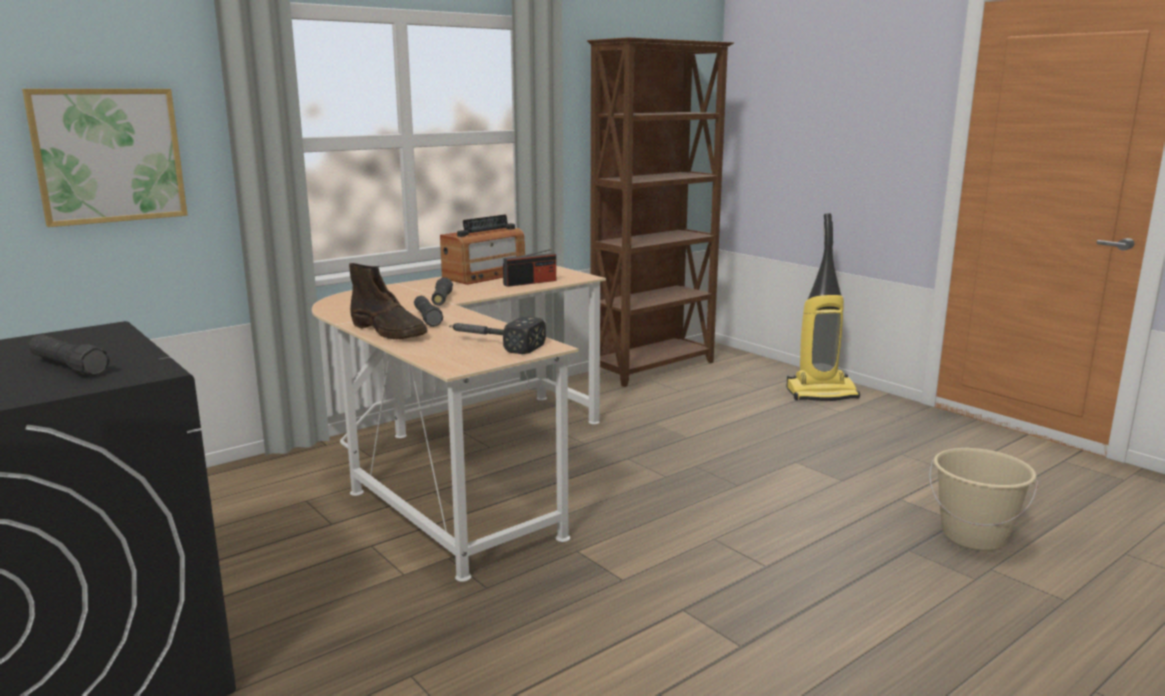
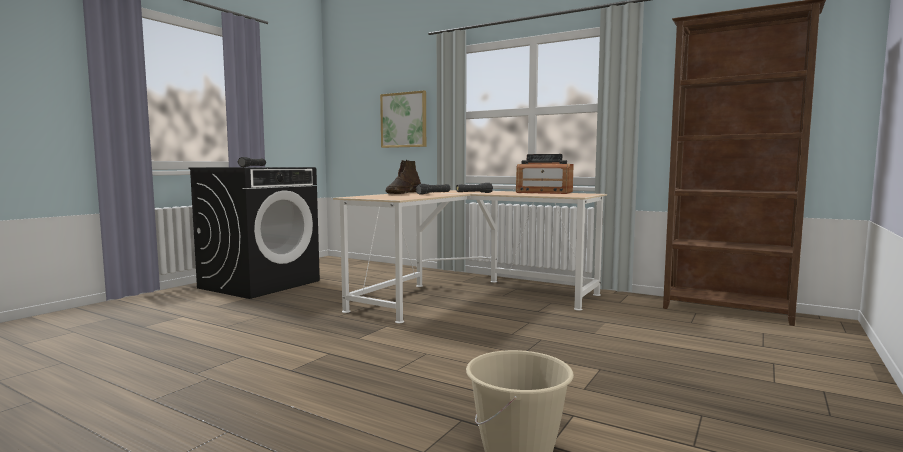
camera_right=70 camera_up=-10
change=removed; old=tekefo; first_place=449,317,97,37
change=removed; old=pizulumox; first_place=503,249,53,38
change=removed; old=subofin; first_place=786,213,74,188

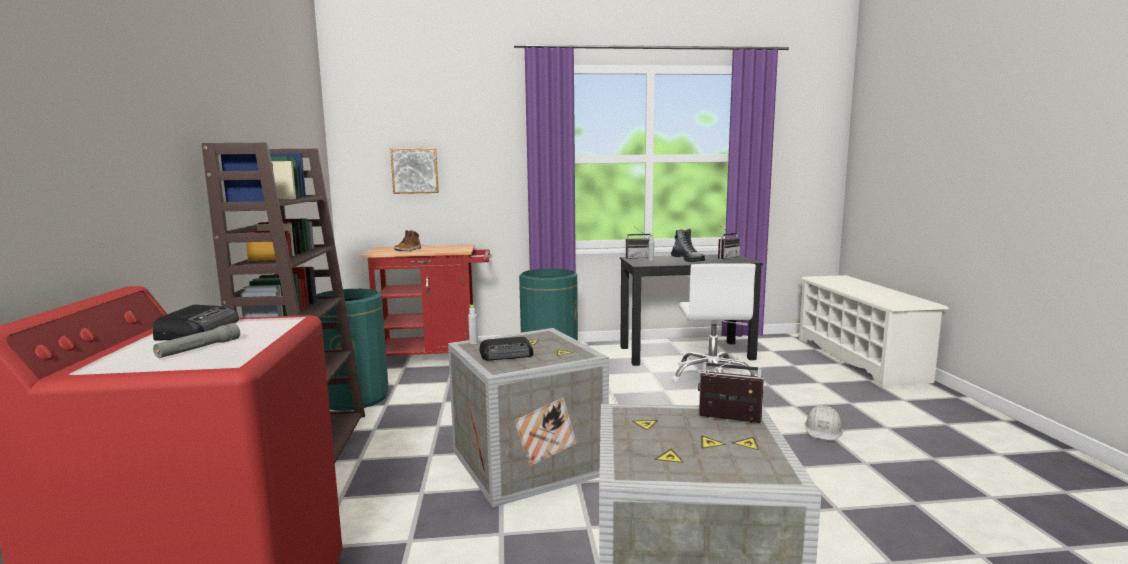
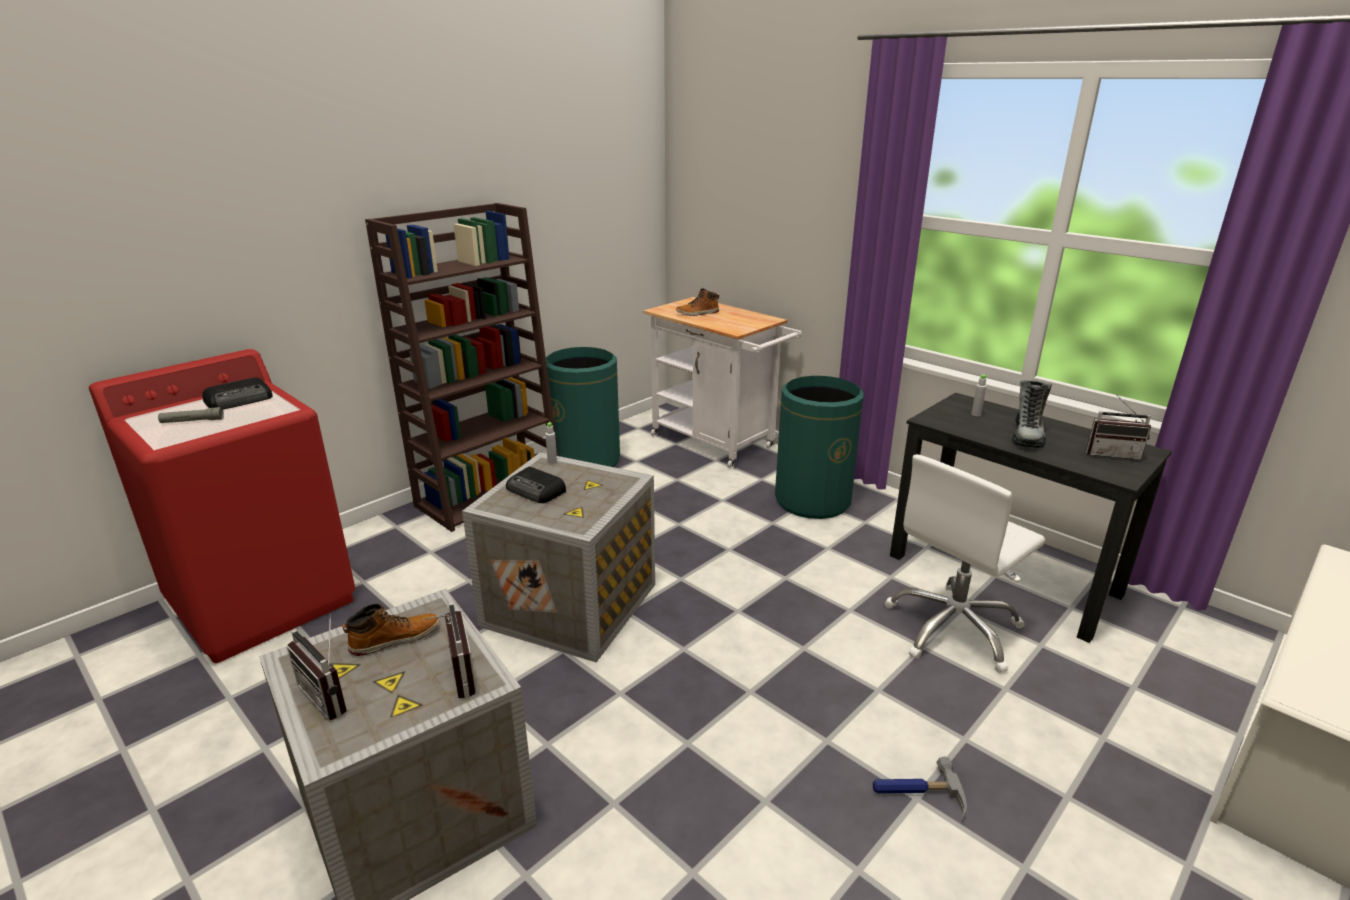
camera_right=50 camera_up=15
change=removed; old=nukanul; first_place=390,148,49,46
change=added; new=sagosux; second_place=342,603,97,53
change=moved; old=pizulumox; first_place=626,227,25,32; second_place=287,613,60,107
change=replaced; old=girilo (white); new=tekefo; first_place=804,405,39,36; second_place=873,757,94,64
change=recoloured; old=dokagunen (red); new=dokagunen (white); first_place=361,244,129,112; second_place=643,297,159,171

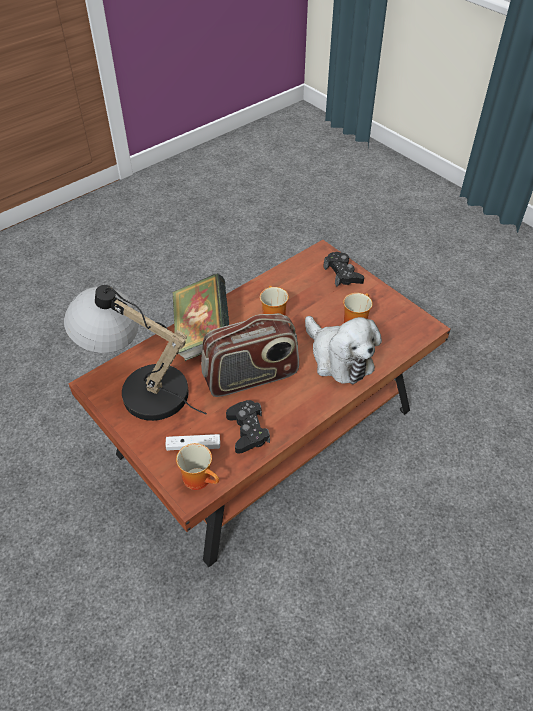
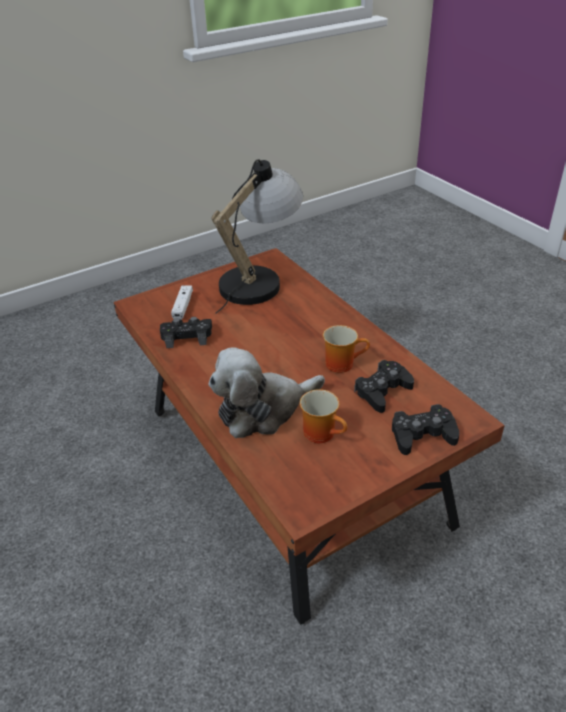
camera_right=100 camera_up=-10
change=removed; old=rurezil; first_place=172,273,57,88
change=removed; old=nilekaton; first_place=176,443,43,47
change=removed; old=pizulumox; first_place=201,313,98,84
change=added; new=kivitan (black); second_place=354,360,60,53

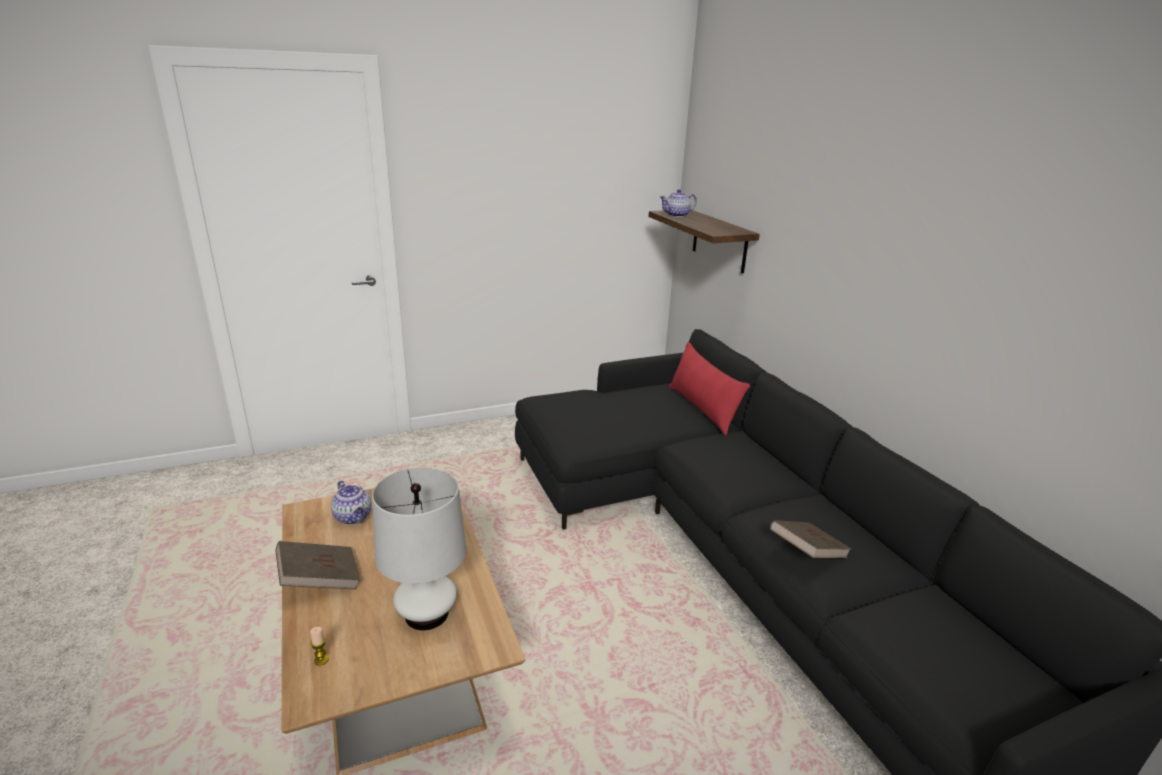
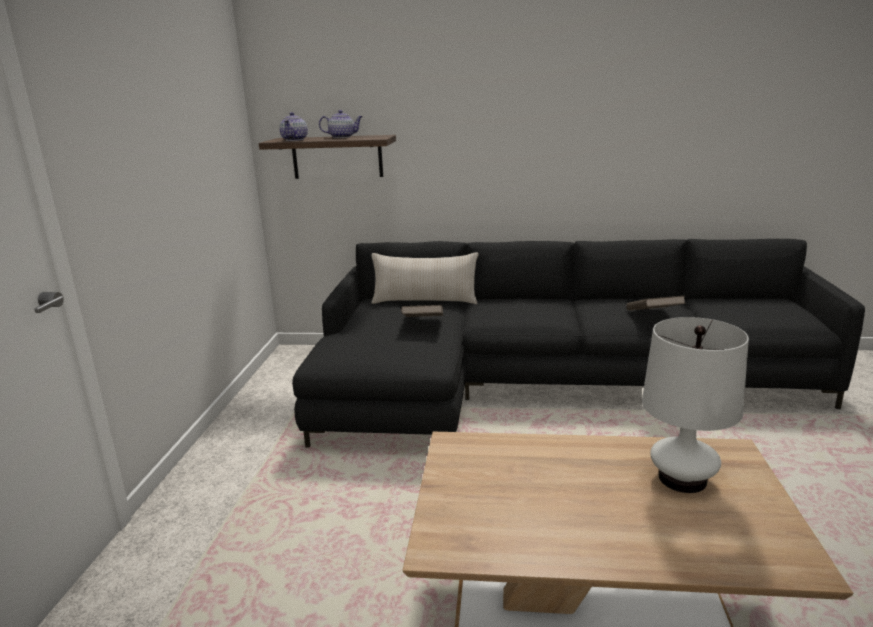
camera_right=-60 camera_up=-5
change=removed; old=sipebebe; first_place=310,627,19,39
change=moved; old=rurezil (brown); first_place=275,541,85,48; second_place=401,305,43,12
change=moved; old=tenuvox; first_place=331,481,41,44; second_place=319,110,44,28
change=recoloured; old=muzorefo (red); new=muzorefo (beige); first_place=669,342,81,94; second_place=372,252,106,52

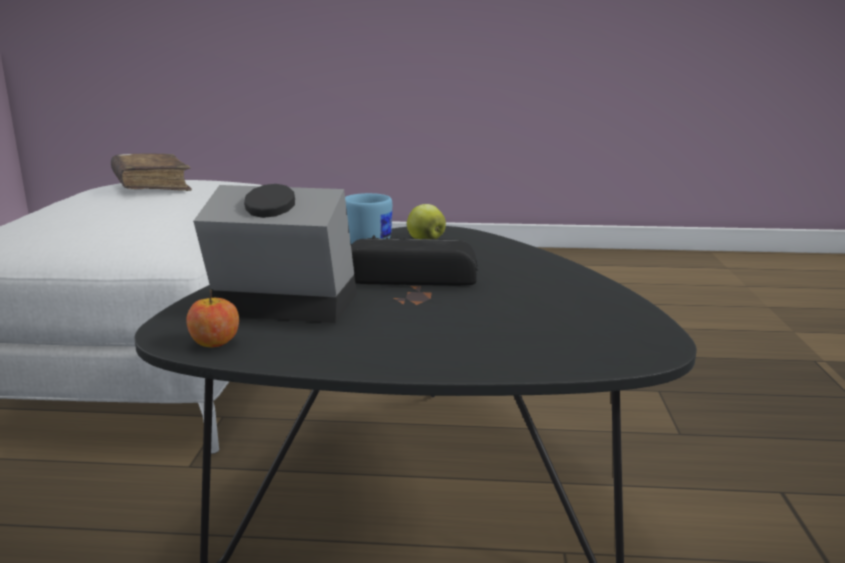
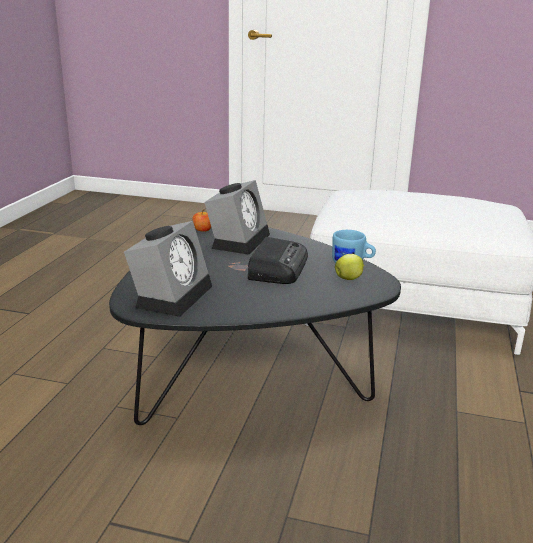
camera_right=100 camera_up=5
change=removed; old=rurezil (brown); first_place=111,153,81,38
change=added; new=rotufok; second_place=124,221,88,96

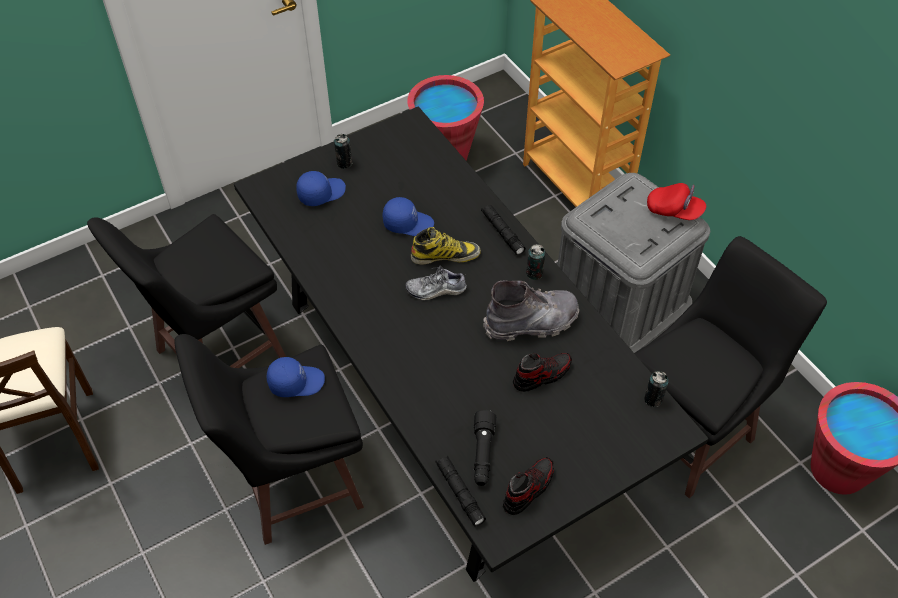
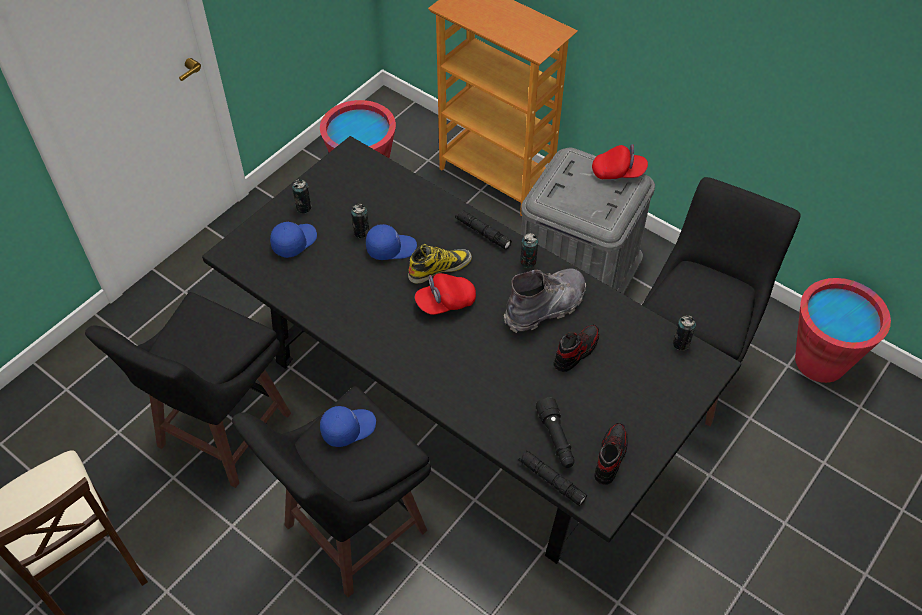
camera_right=-20 camera_up=0
change=added; new=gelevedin; second_place=351,204,18,34
change=replaced; old=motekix; new=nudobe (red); first_place=405,266,62,34; second_place=415,273,61,42

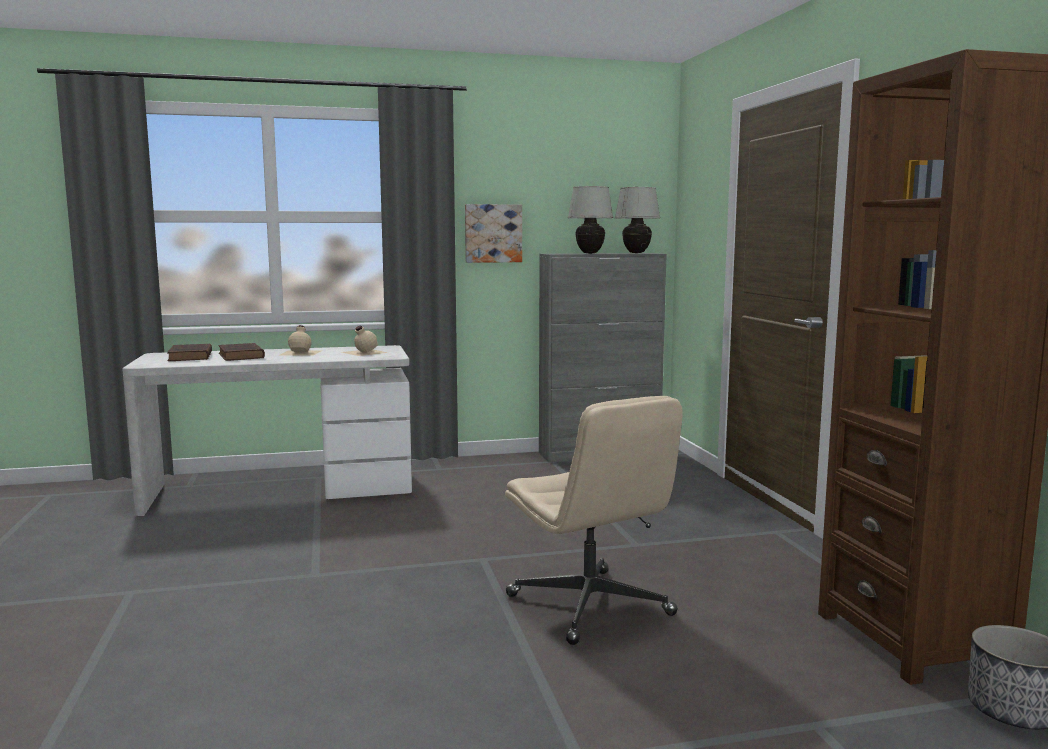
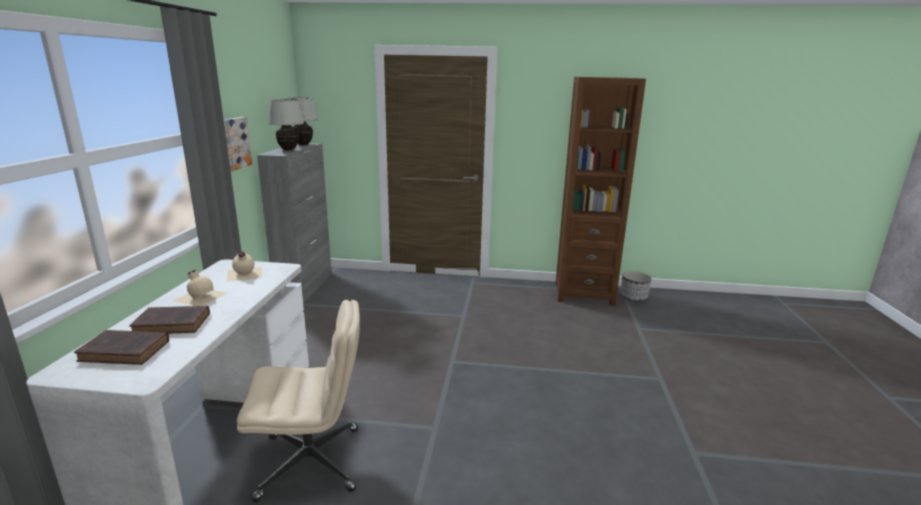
camera_right=-70 camera_up=10
change=moved; old=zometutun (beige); first_place=505,396,178,249; second_place=237,300,123,202

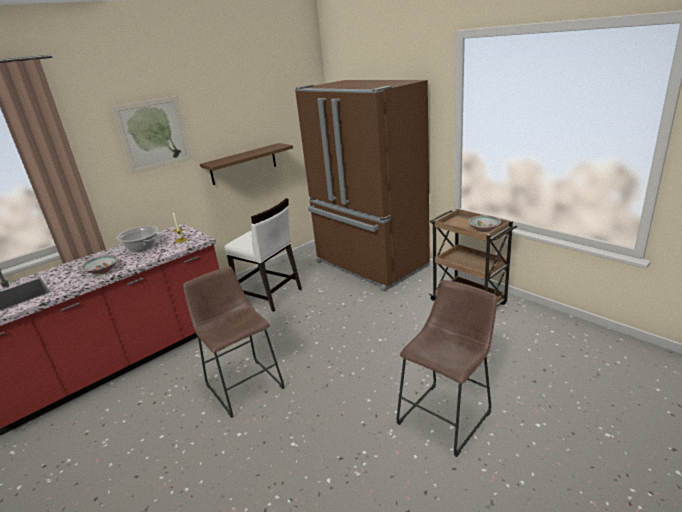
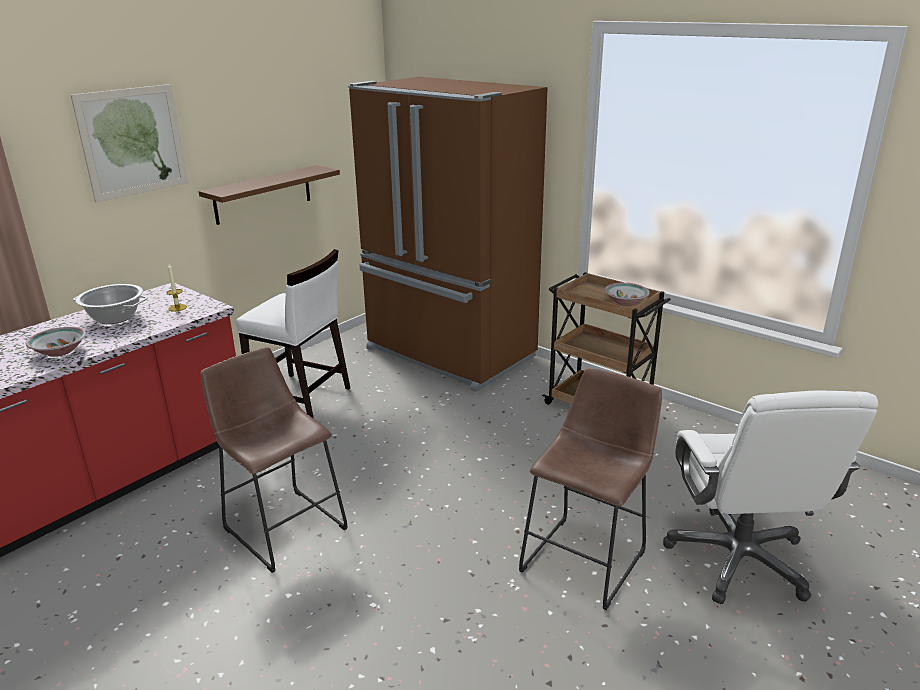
camera_right=-10 camera_up=0
change=added; new=zometutun (white); second_place=663,391,215,213

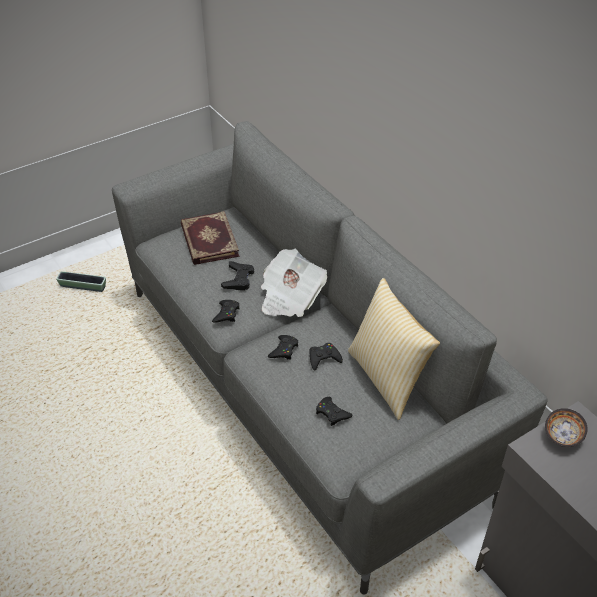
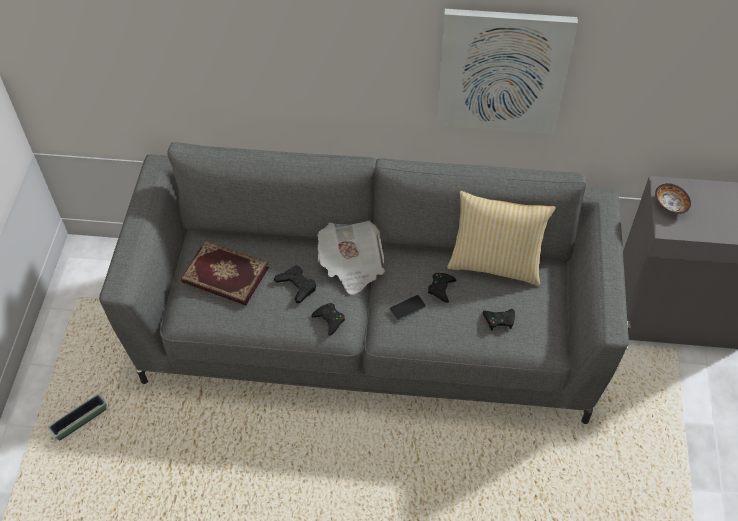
camera_right=-50 camera_up=10
change=added; new=nukanul; second_place=437,9,141,125
change=replaced; old=kivitan (black); new=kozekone; first_place=268,335,30,25; second_place=390,295,36,25

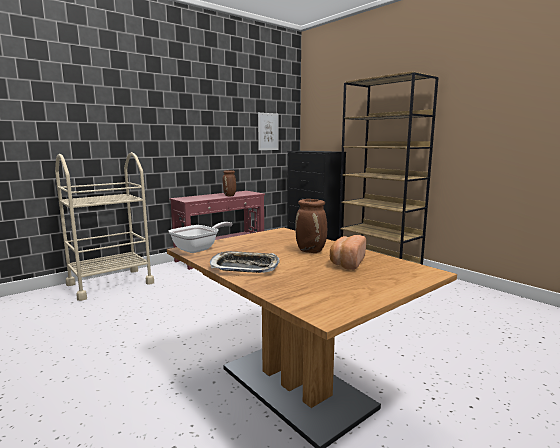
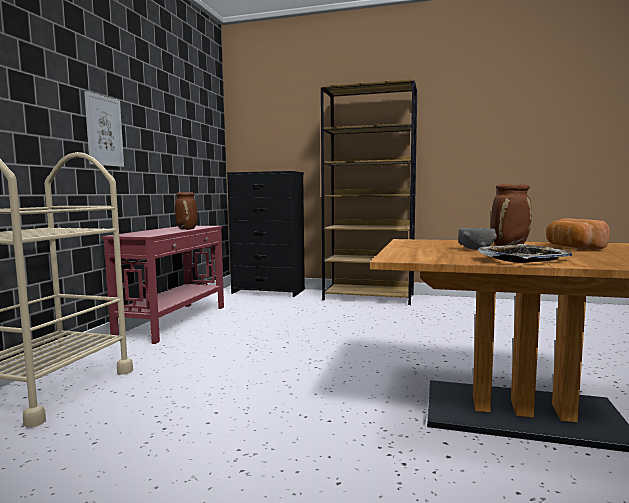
camera_right=-35 camera_up=-5
change=removed; old=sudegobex; first_place=169,222,64,31
change=added; new=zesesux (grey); second_place=458,228,39,22
change=moved; old=nukanul; first_place=258,113,21,37; second_place=84,91,40,76

